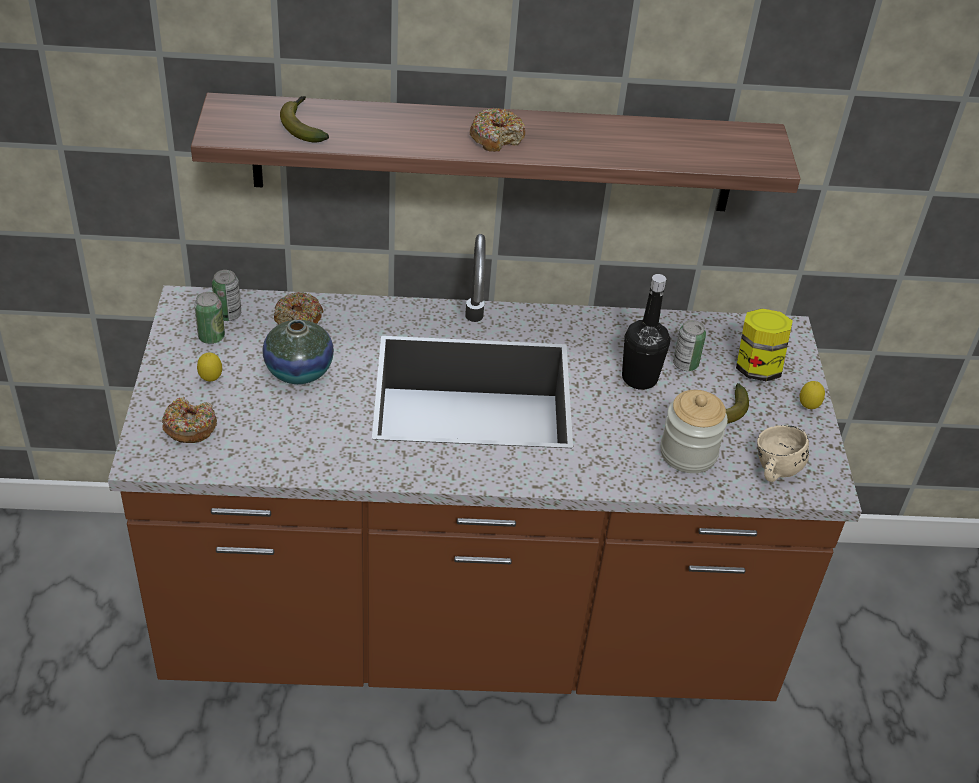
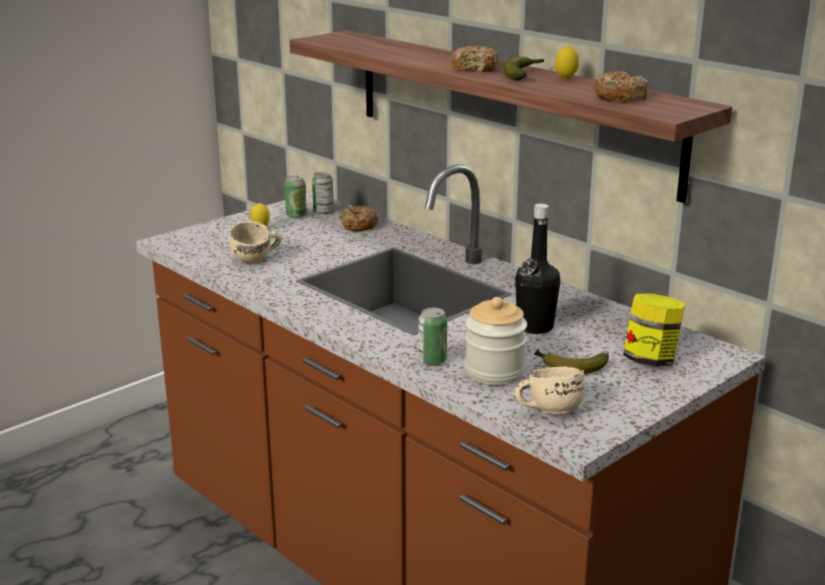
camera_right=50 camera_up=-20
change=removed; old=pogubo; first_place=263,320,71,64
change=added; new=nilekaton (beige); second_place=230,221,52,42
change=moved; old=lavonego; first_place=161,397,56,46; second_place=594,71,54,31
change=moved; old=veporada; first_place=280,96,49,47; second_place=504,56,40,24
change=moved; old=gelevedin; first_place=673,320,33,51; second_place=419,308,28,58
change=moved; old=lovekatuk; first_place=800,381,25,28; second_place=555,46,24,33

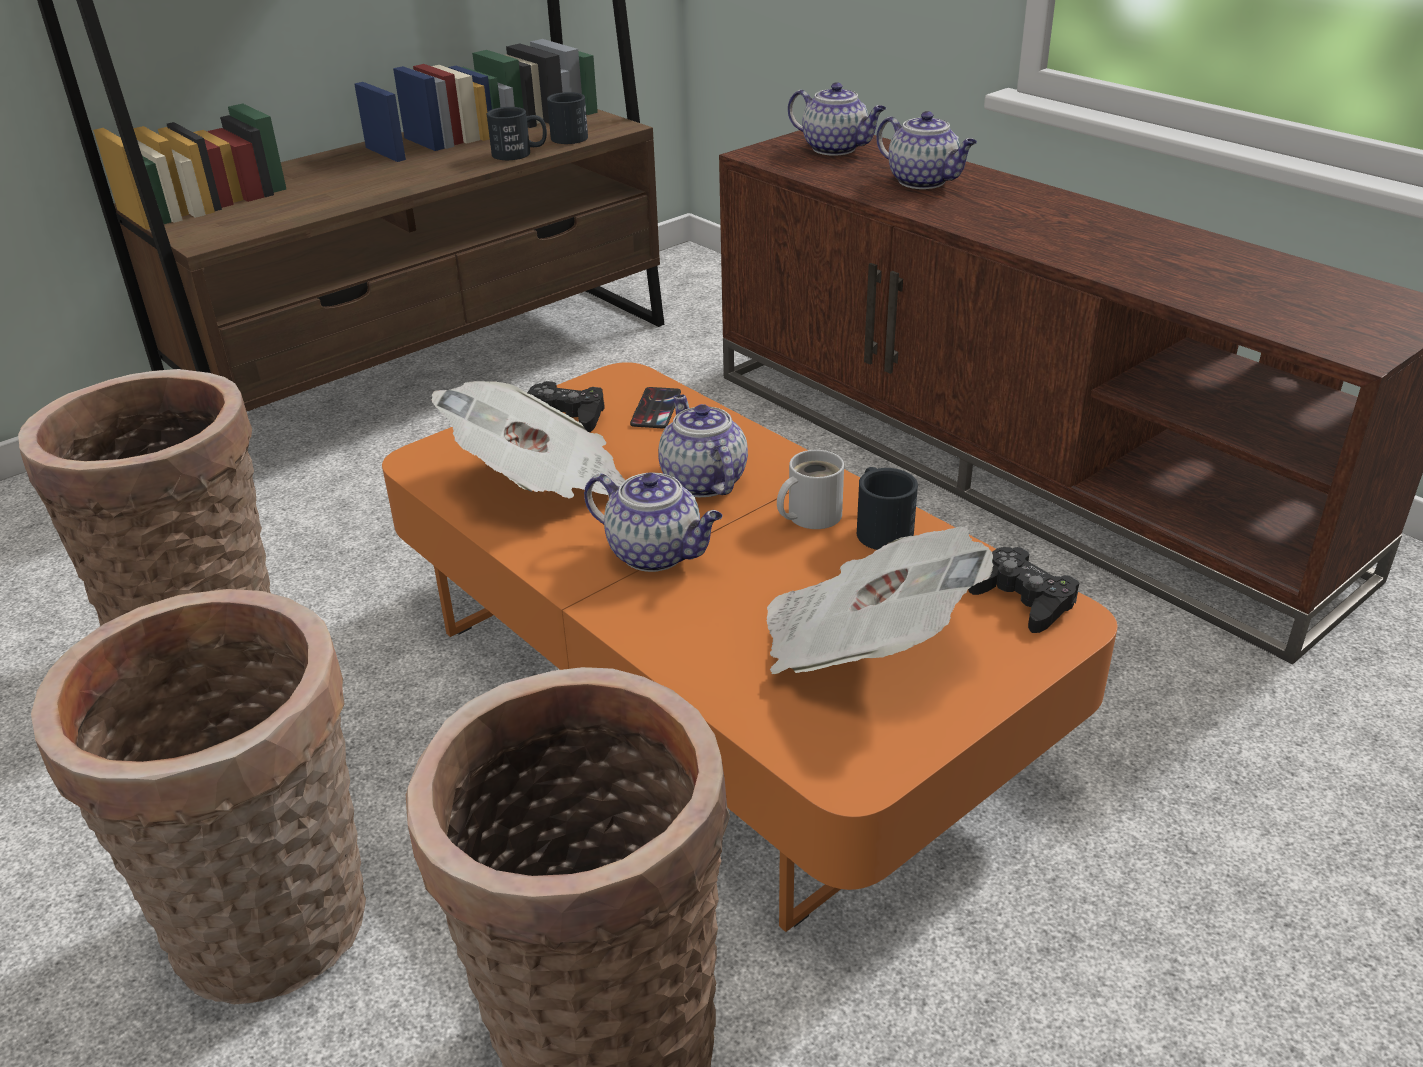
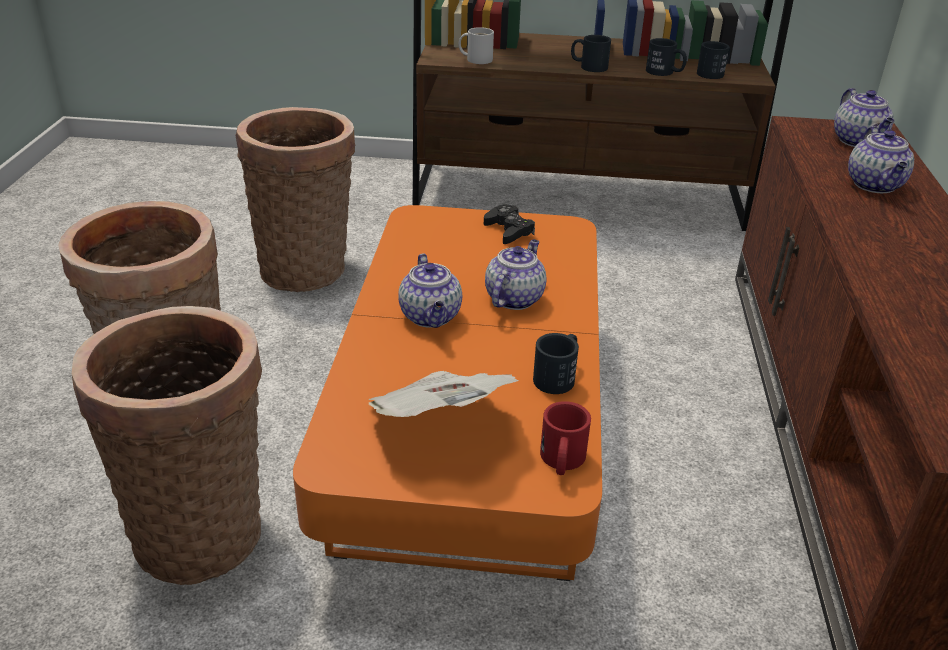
camera_right=45 camera_up=0
change=removed; old=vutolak; first_place=431,381,194,117
change=removed; old=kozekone; first_place=630,387,51,41
change=added; new=nilekaton (black); second_place=571,35,40,37
change=moved; old=nilekaton (white); first_place=777,450,67,79; second_place=459,27,35,37
change=replaced; old=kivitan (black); new=nilekaton (red); first_place=968,547,111,86; second_place=540,401,51,74

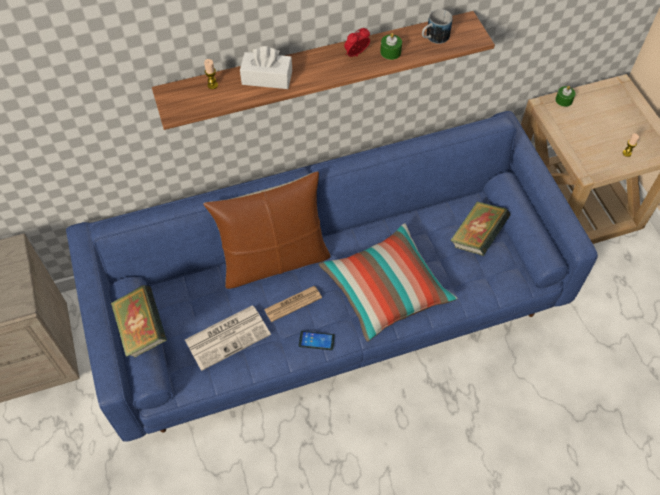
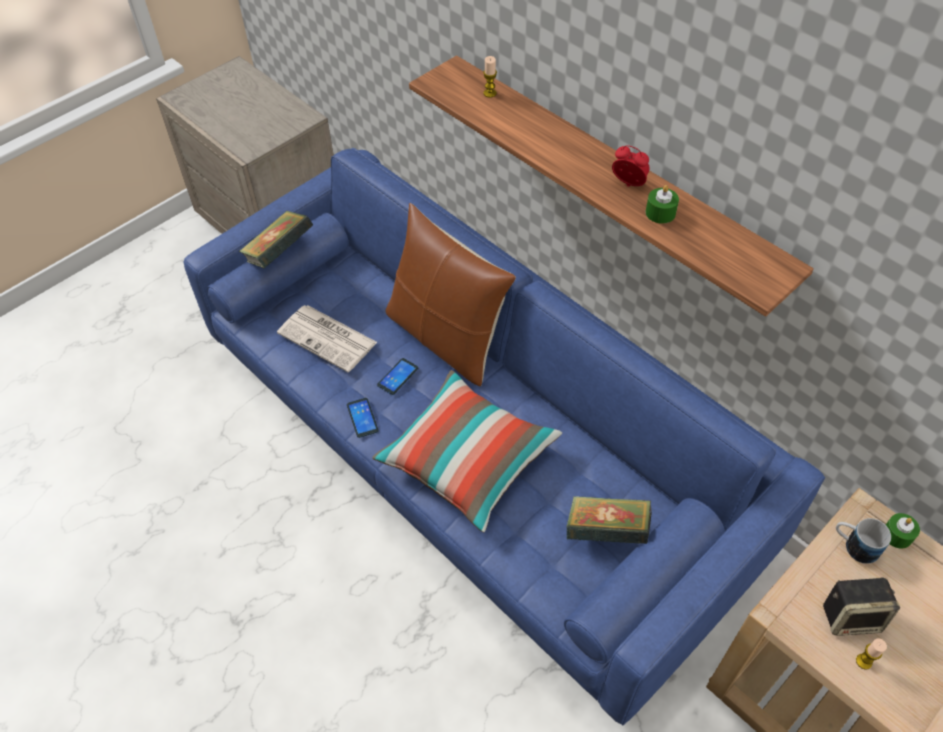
camera_right=65 camera_up=-5
change=removed; old=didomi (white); first_place=240,46,52,43
change=added; new=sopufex; second_place=823,577,77,59
change=moved; old=nilekaton; first_place=422,9,31,35; second_place=836,518,55,46
change=replaced; old=vutolak; new=kozekone; first_place=264,286,58,36; second_place=377,358,41,37

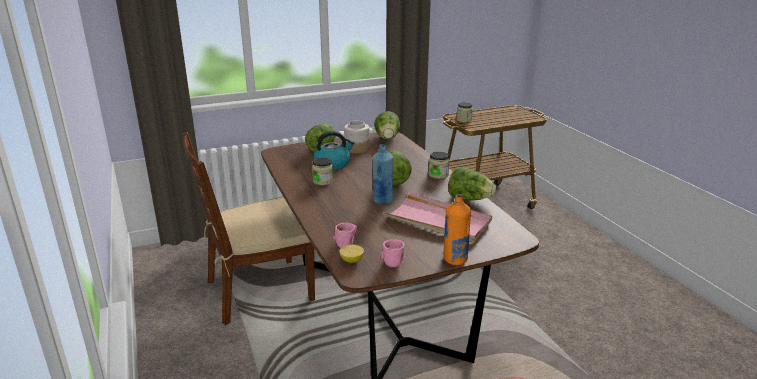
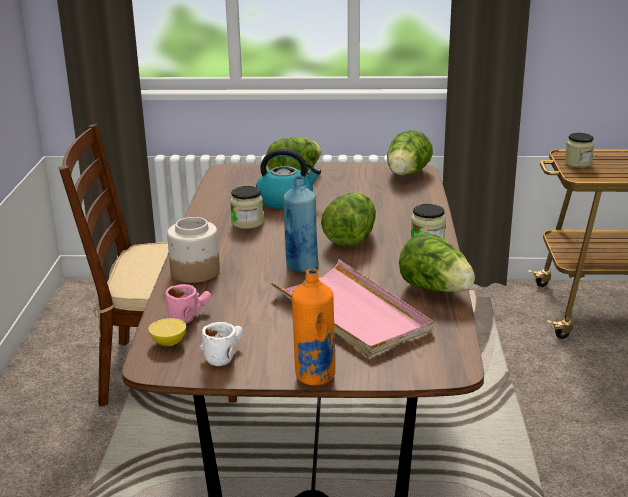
camera_right=25 camera_up=0
change=moved; old=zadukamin; first_place=344,121,26,33; second_place=167,217,53,66
change=recoloured; old=nilekaton (pink); new=nilekaton (white); first_place=380,239,25,28; second_place=200,322,43,44

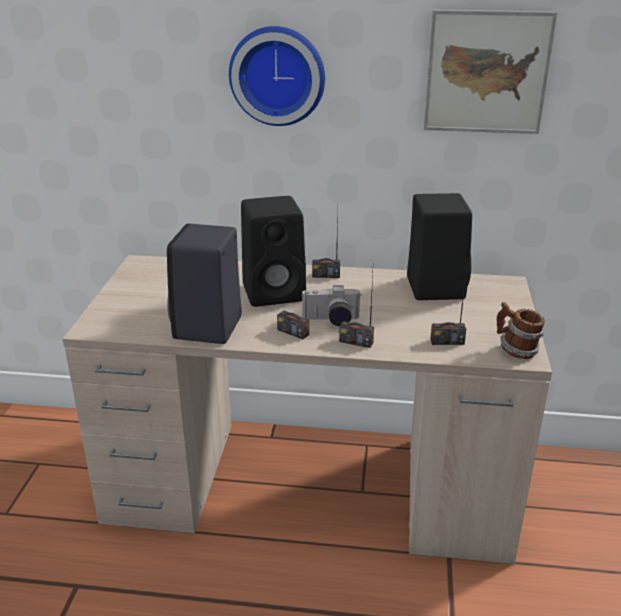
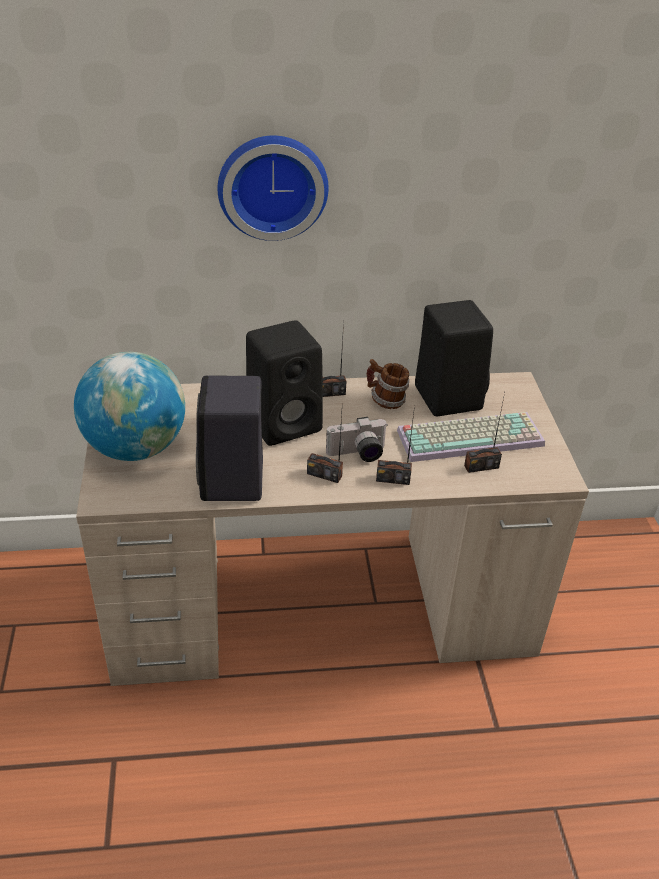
camera_right=-15 camera_up=10
change=removed; old=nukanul; first_place=424,9,133,125
change=added; new=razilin; second_place=74,352,111,109
change=added; new=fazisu; second_place=397,412,148,50
change=moved; old=nilekaton; first_place=497,302,48,57; second_place=367,359,42,50

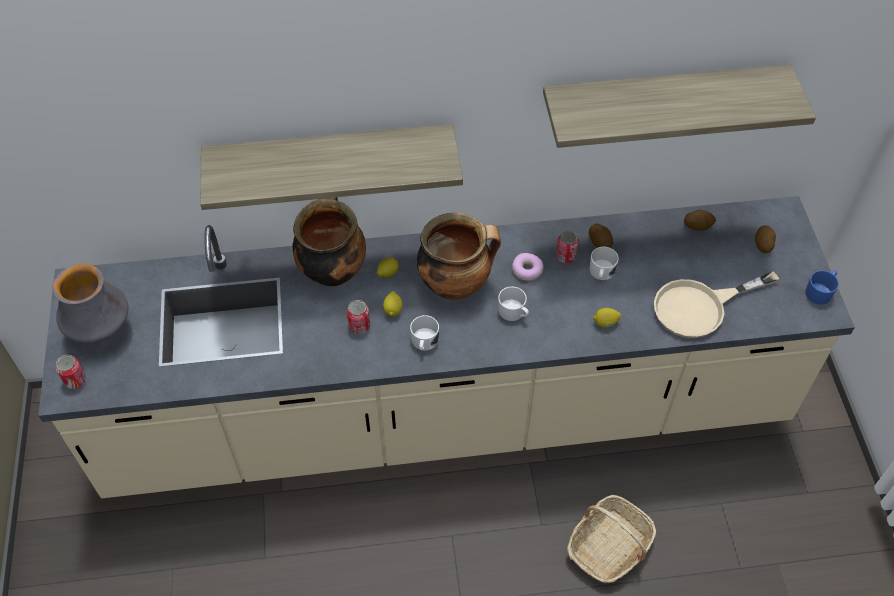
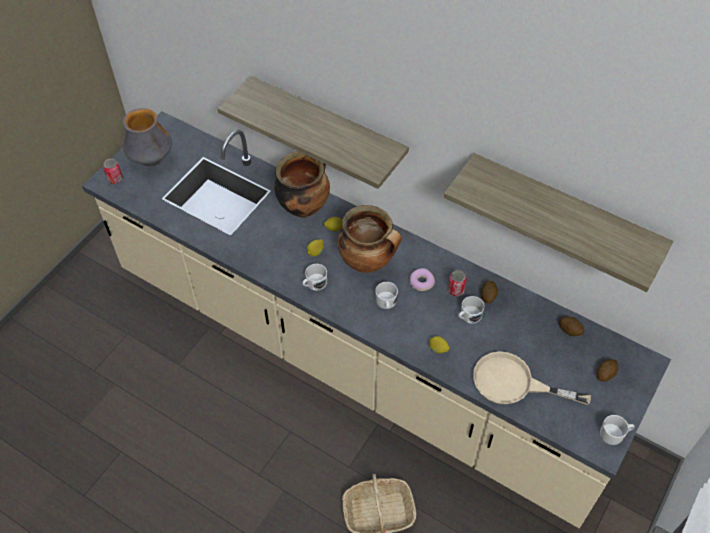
camera_right=40 camera_up=0
change=removed; old=gelevedin; first_place=347,300,23,34
change=recoloured; old=nilekaton (blue); new=nilekaton (white); first_place=805,270,34,35; second_place=600,415,34,30

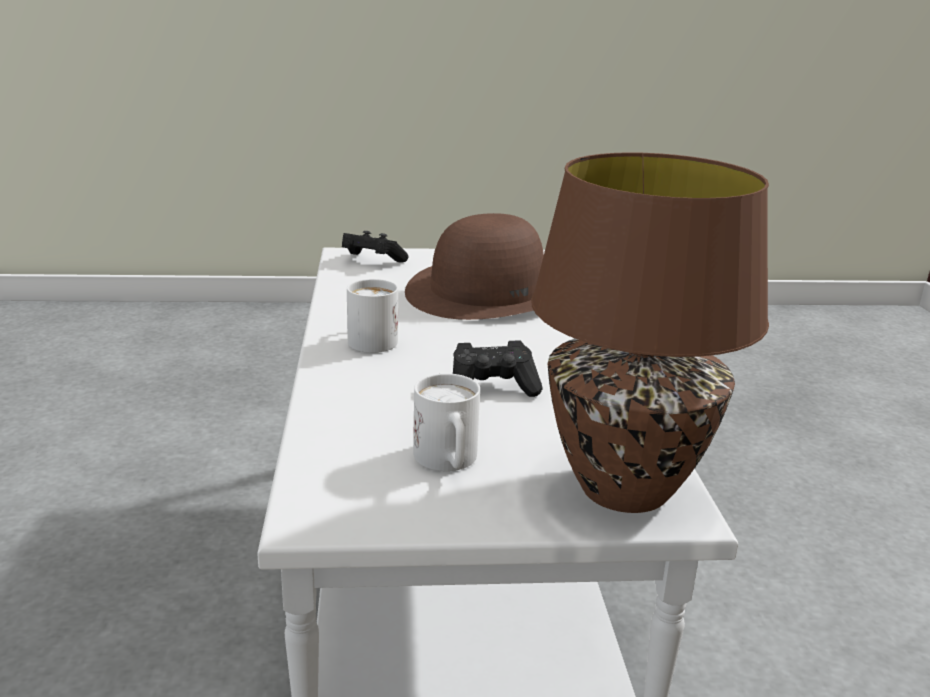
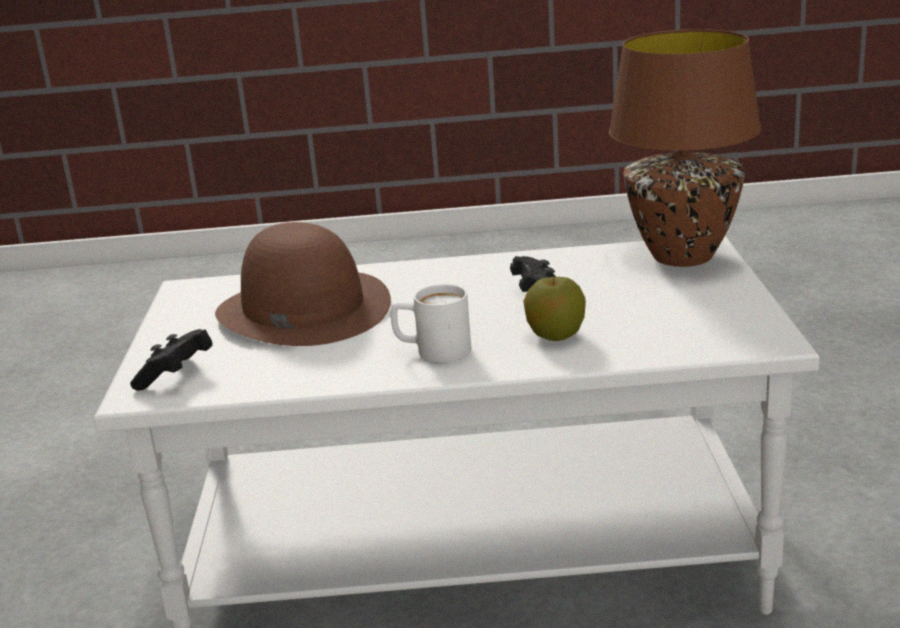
camera_right=-85 camera_up=0
change=removed; old=nilekaton (white); first_place=413,373,67,98
change=added; new=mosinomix; second_place=523,275,63,66

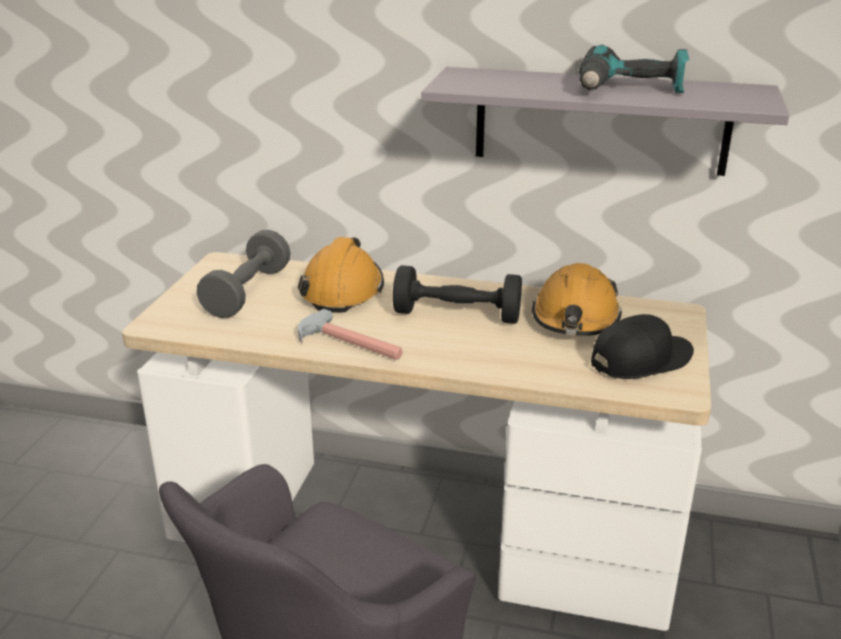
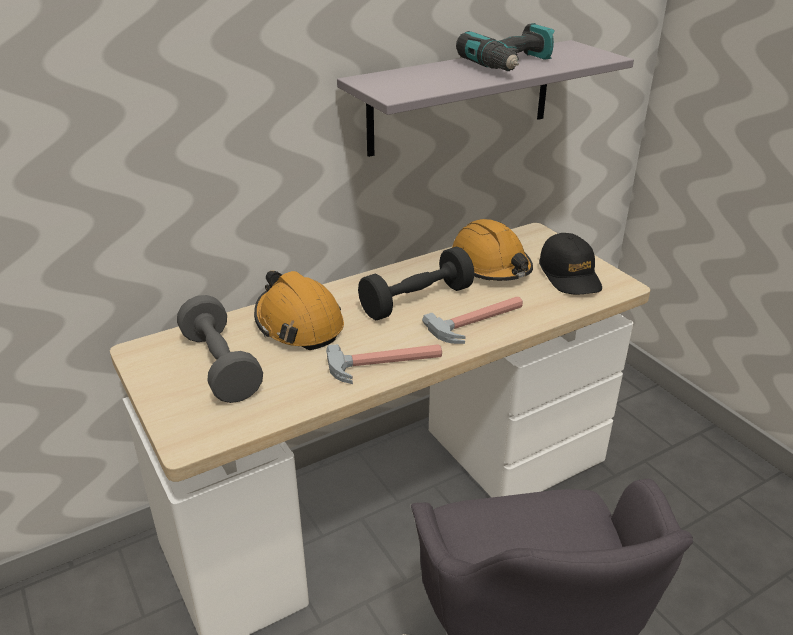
camera_right=-45 camera_up=5
change=added; new=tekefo; second_place=422,297,101,47
change=turned; old=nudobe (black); first_place=591,314,103,65; second_place=539,233,63,62; degrees=150

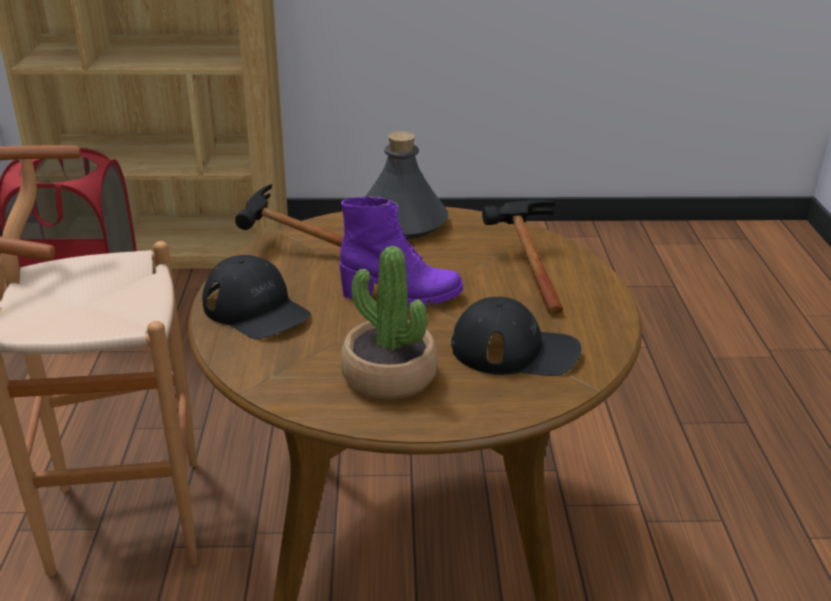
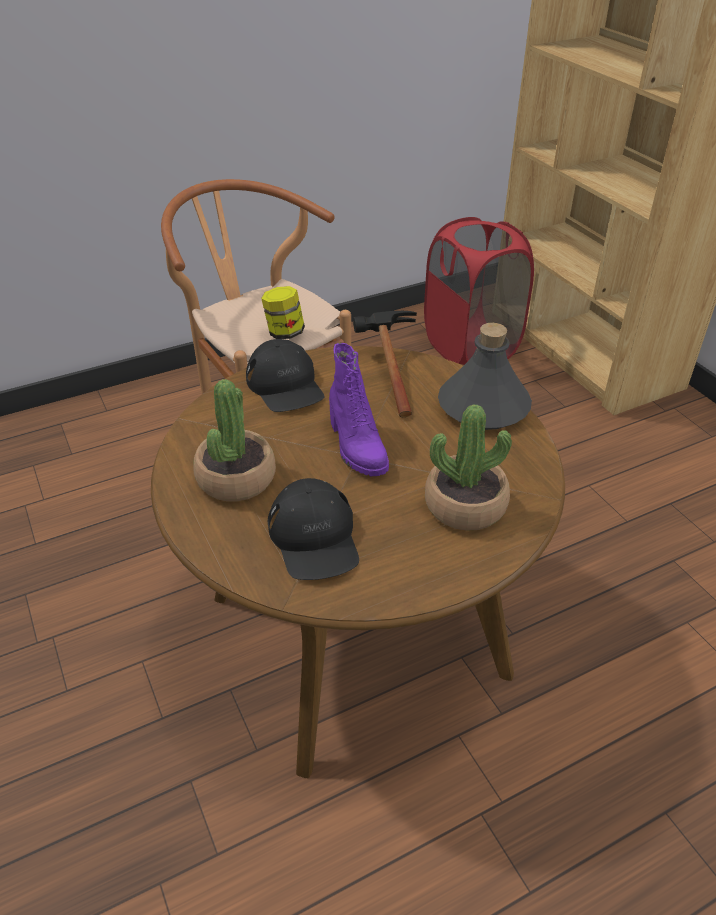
camera_right=65 camera_up=10
change=added; new=zadukamin; second_place=261,286,44,53
change=replaced; old=tekefo; new=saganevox; first_place=482,200,81,115; second_place=425,404,87,127
change=turned; old=nudobe (black); first_place=202,255,109,84; second_place=246,339,78,73; degrees=-45

